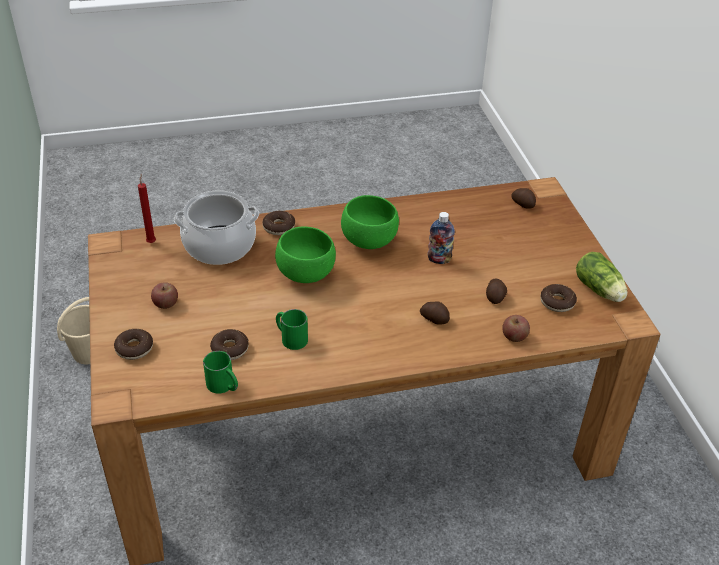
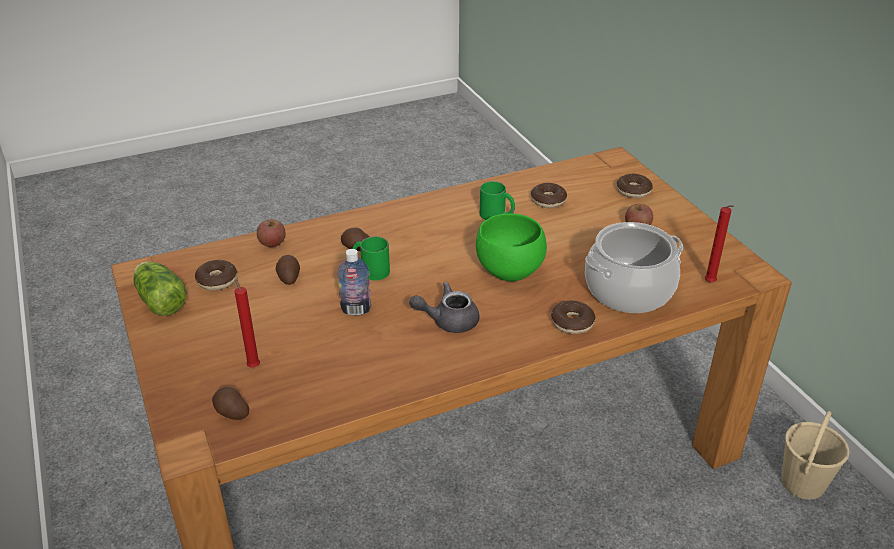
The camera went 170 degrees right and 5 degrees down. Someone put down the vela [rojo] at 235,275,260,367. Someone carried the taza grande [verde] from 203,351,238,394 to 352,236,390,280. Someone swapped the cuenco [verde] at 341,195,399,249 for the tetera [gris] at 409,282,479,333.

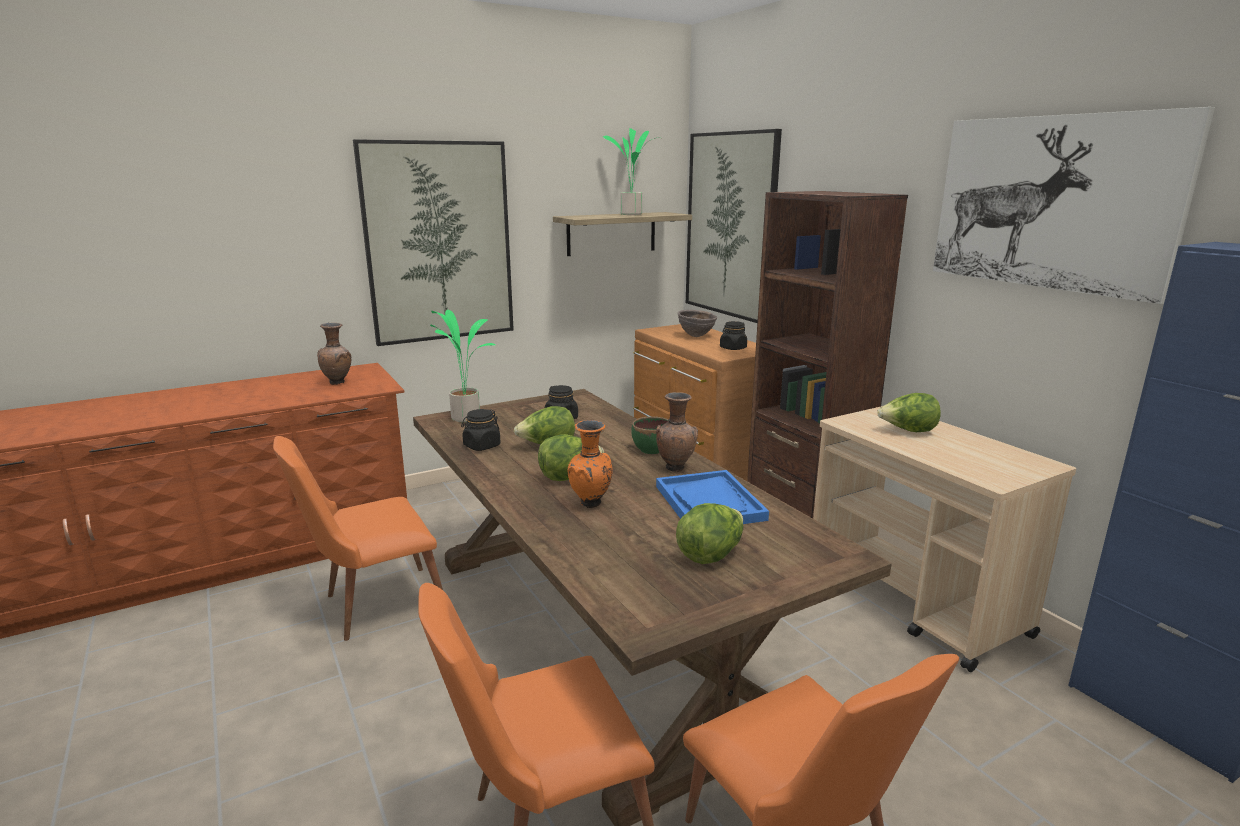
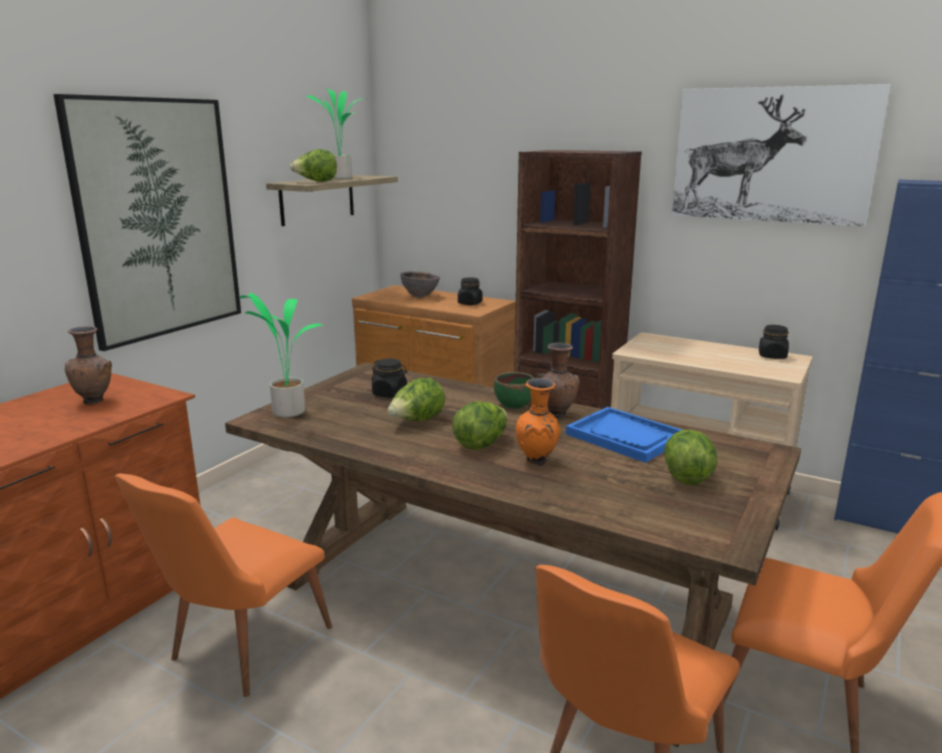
The camera went 30 degrees left and 0 degrees up. Someone took away the cuadro at 686,129,782,323. Someone carried the tarro [negro] from 461,409,501,451 to 759,325,789,359. Someone carried the lechuga from 877,393,941,432 to 290,149,337,182.

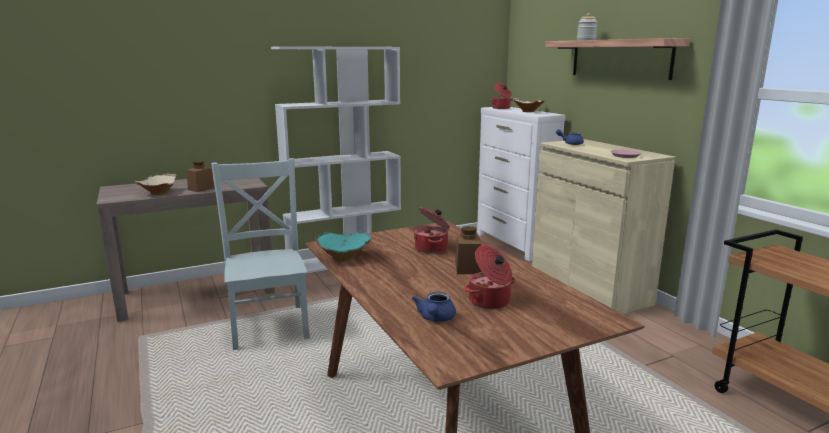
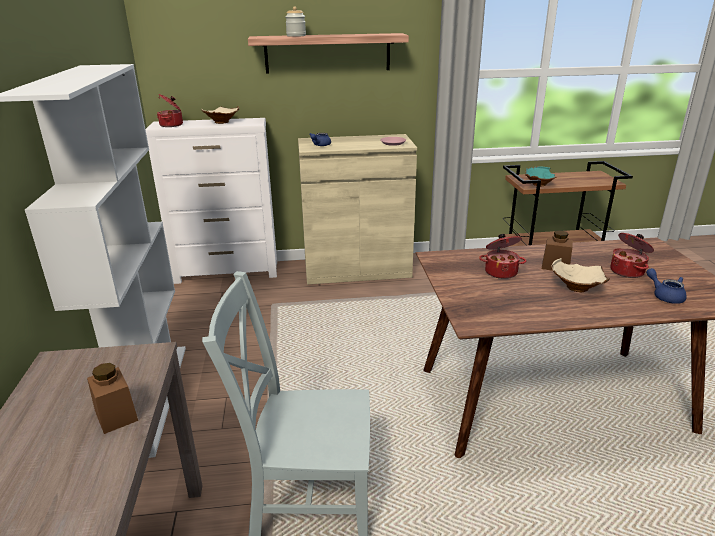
The camera went 70 degrees left and 10 degrees up. Someone carried the cuenco [beis] from 135,174,177,195 to 552,258,610,292. Someone carried the cuenco [turquesa] from 315,231,371,262 to 525,166,557,186. Someone rotated the tetera [azul] at 412,292,456,322 by 150 degrees counterclockwise.

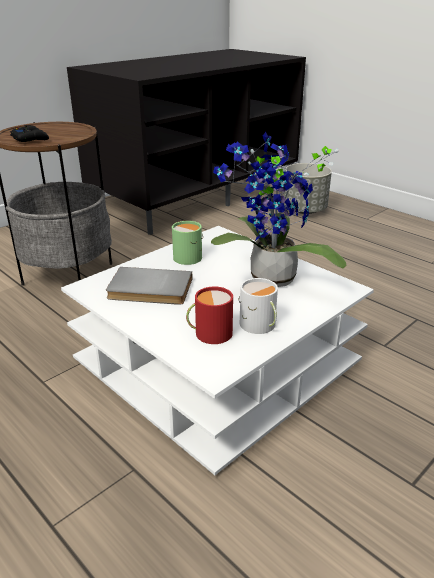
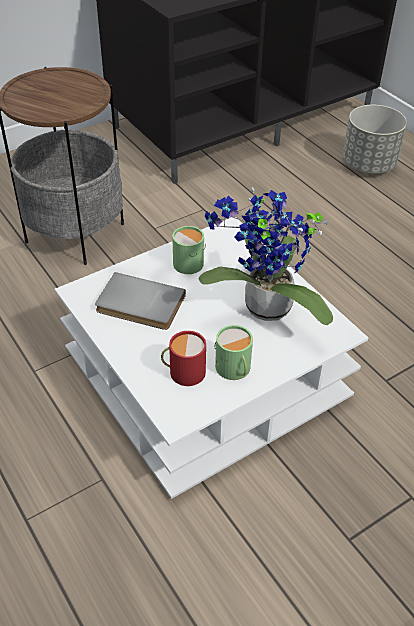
The camera went 10 degrees right and 15 degrees up. Someone took away the mando de consola [negro] at 10,125,49,142. Someone repainted the taza grande [blanco] at 239,278,278,334, which became the taza grande [verde] at 215,325,253,380.

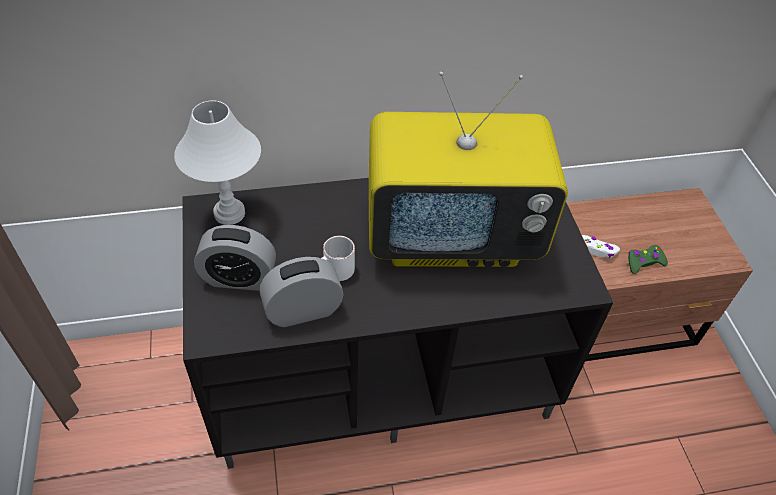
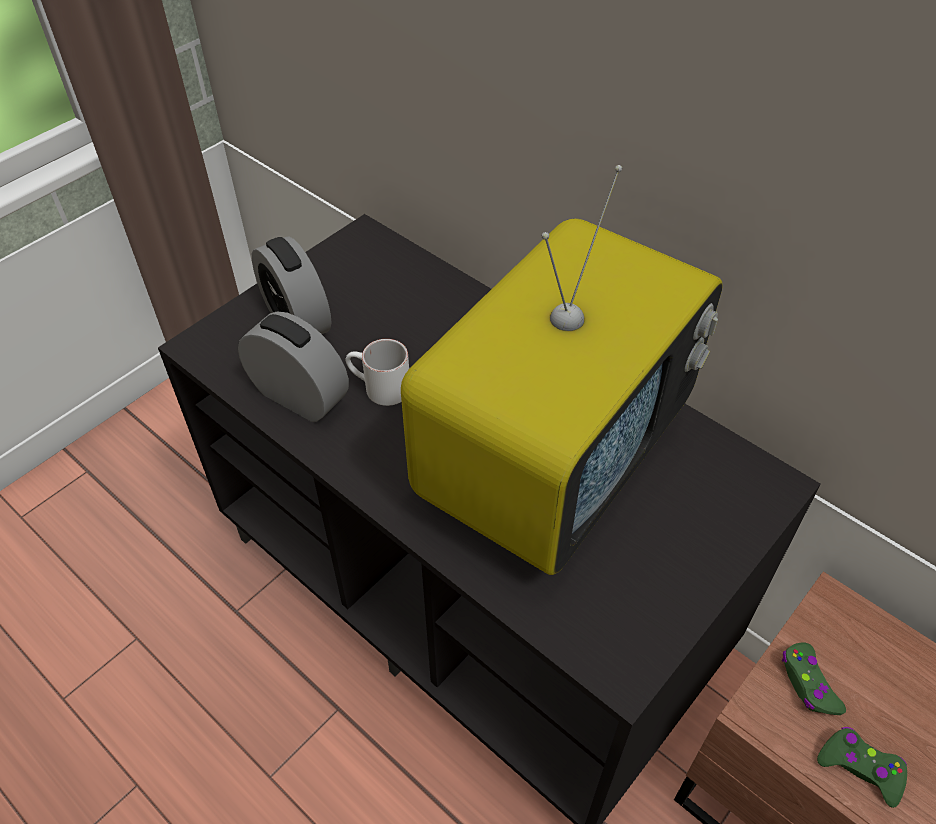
The camera went 55 degrees right and 0 degrees up. Someone took away the lámpara de mesa [blanco] at 174,100,261,225. Someone repainted the mando de consola [blanco] at 582,235,620,258, which became the mando de consola [verde] at 782,642,846,715. Someone rotated the televisor at 368,71,568,267 by 105 degrees counterclockwise.

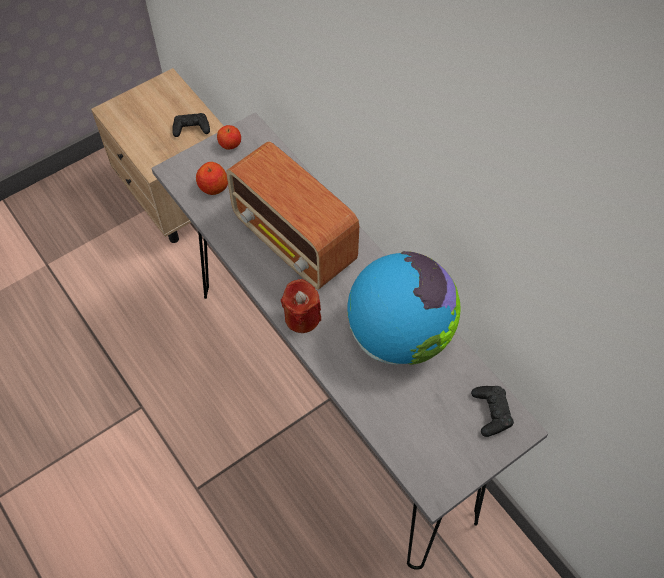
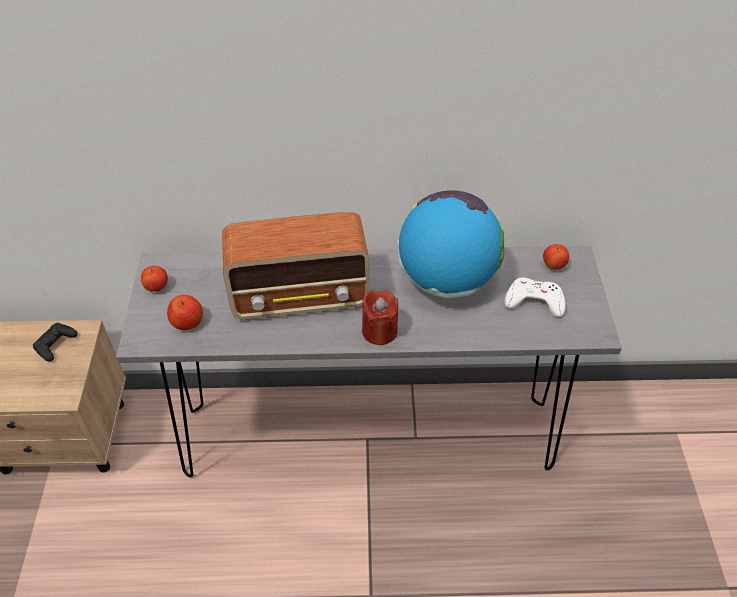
The camera went 55 degrees left and 10 degrees down. Someone put down the mando de consola [blanco] at 504,278,566,317. Someone swapped the mando de consola [negro] at 471,386,514,437 for the manzana at 543,244,569,269.

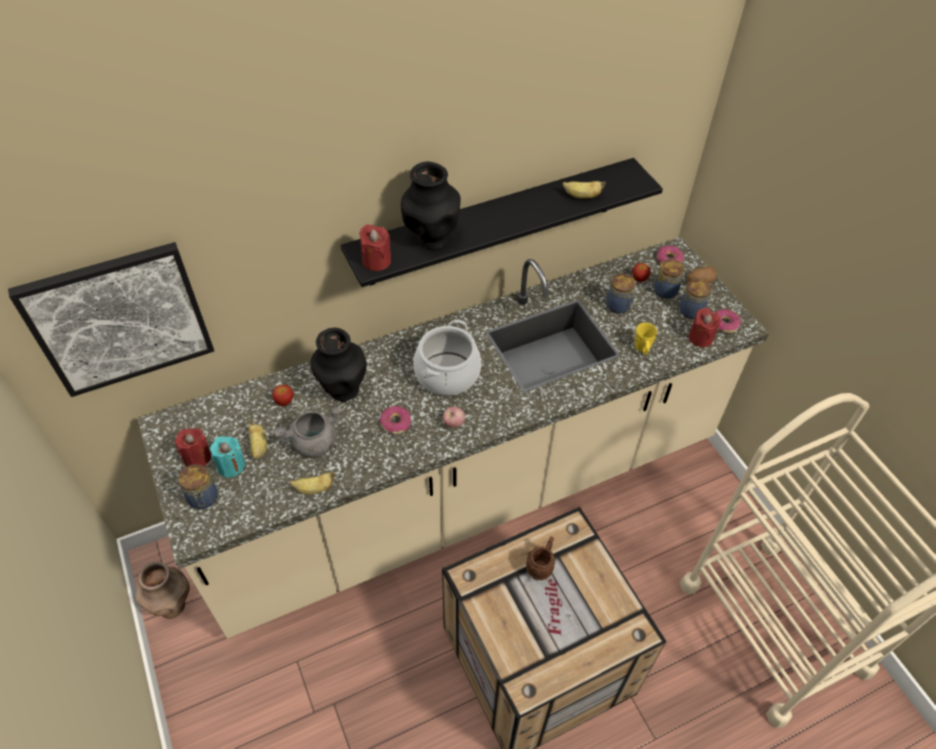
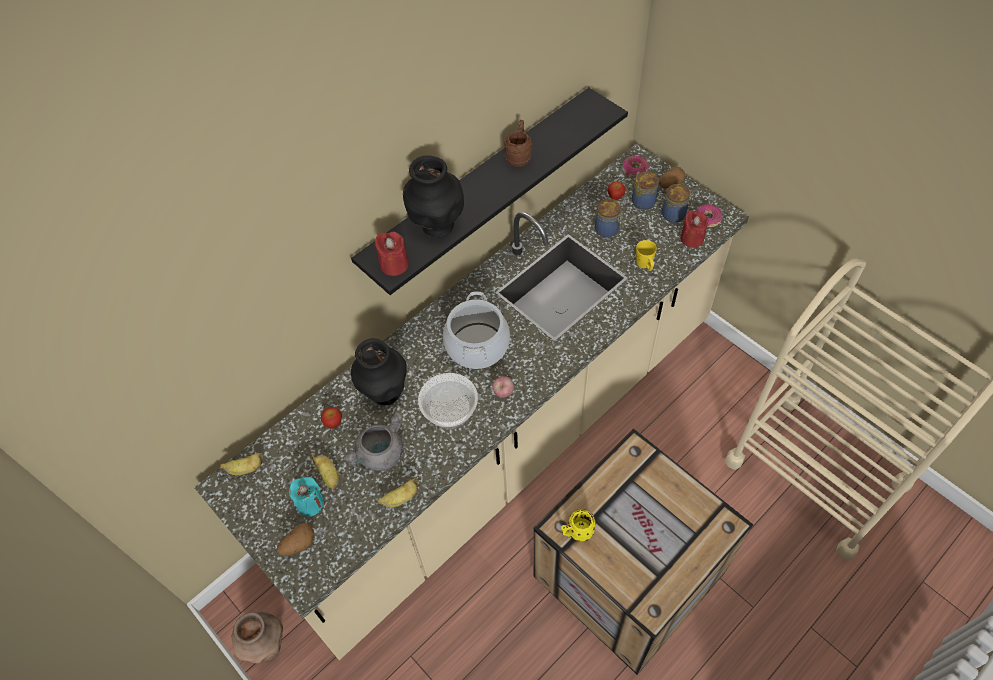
The camera went 15 degrees left and 5 degrees up. Someone took away the cuadro at 8,242,214,397. Someone took away the vela [rojo] at 175,429,211,467. Someone put down the taza grande [amarillo] at 561,509,596,541. Someone carried the taza grande [marrón] from 526,536,556,580 to 504,120,532,167. Someone carried the plátano from 562,181,606,199 to 220,453,264,475. Someone swapped the tarro at 178,464,218,509 for the patata at 277,523,314,556. Someone swapped the rosquilla at 380,406,411,434 for the cuenco at 418,373,478,429.

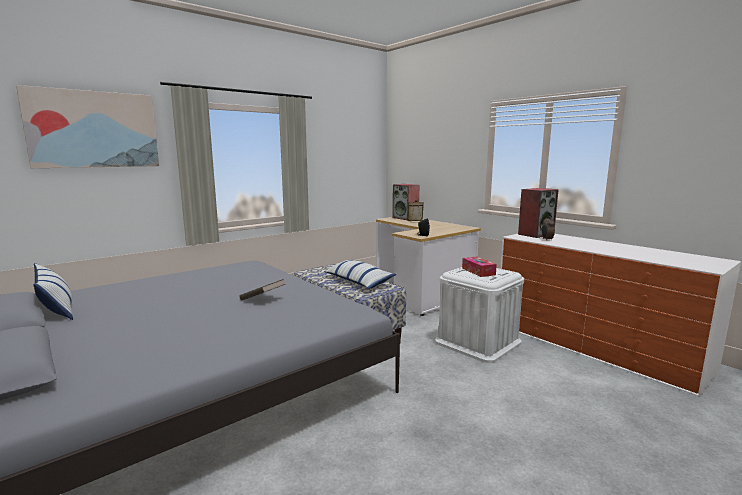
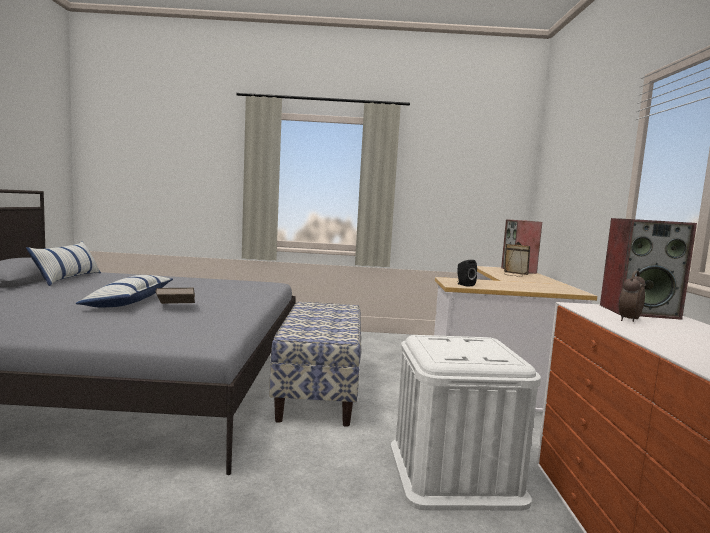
The camera went 40 degrees right and 5 degrees down. Someone took away the cuadro at 16,85,159,168. Someone took away the caja de pañuelos at 462,257,497,277. Someone carried the cojín from 324,260,396,289 to 76,275,173,307.

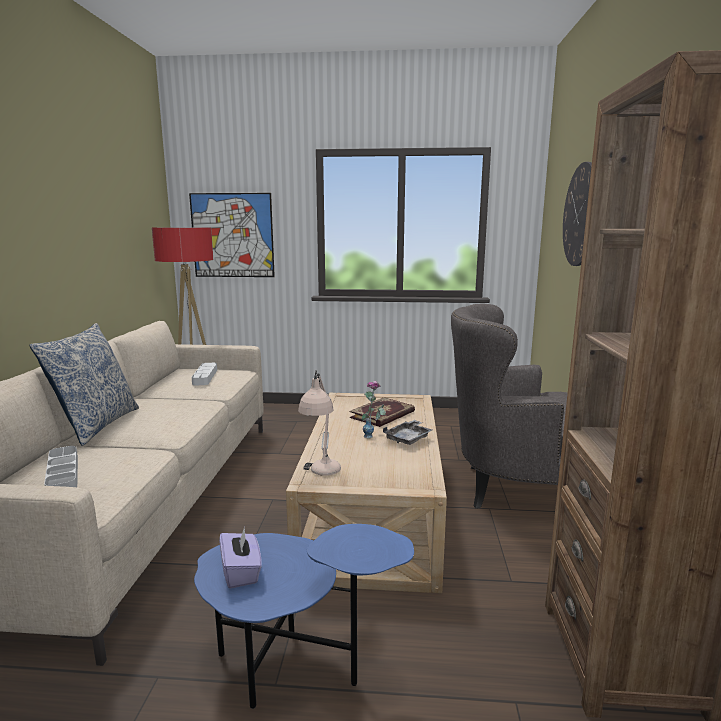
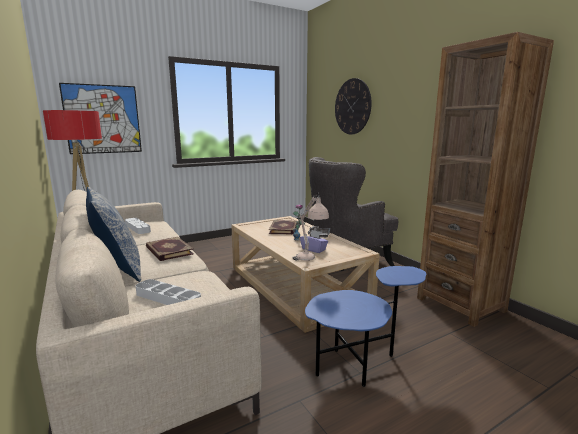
The camera went 35 degrees left and 0 degrees up. Someone put down the libro at 146,237,194,261. Someone carried the caja de pañuelos [morado] from 219,526,262,589 to 300,230,328,253.

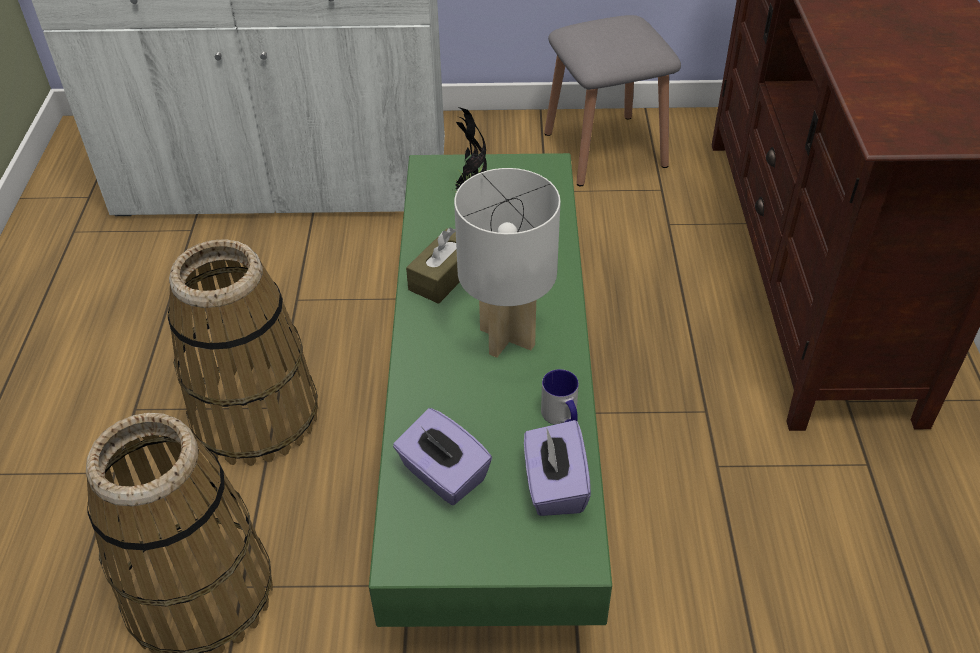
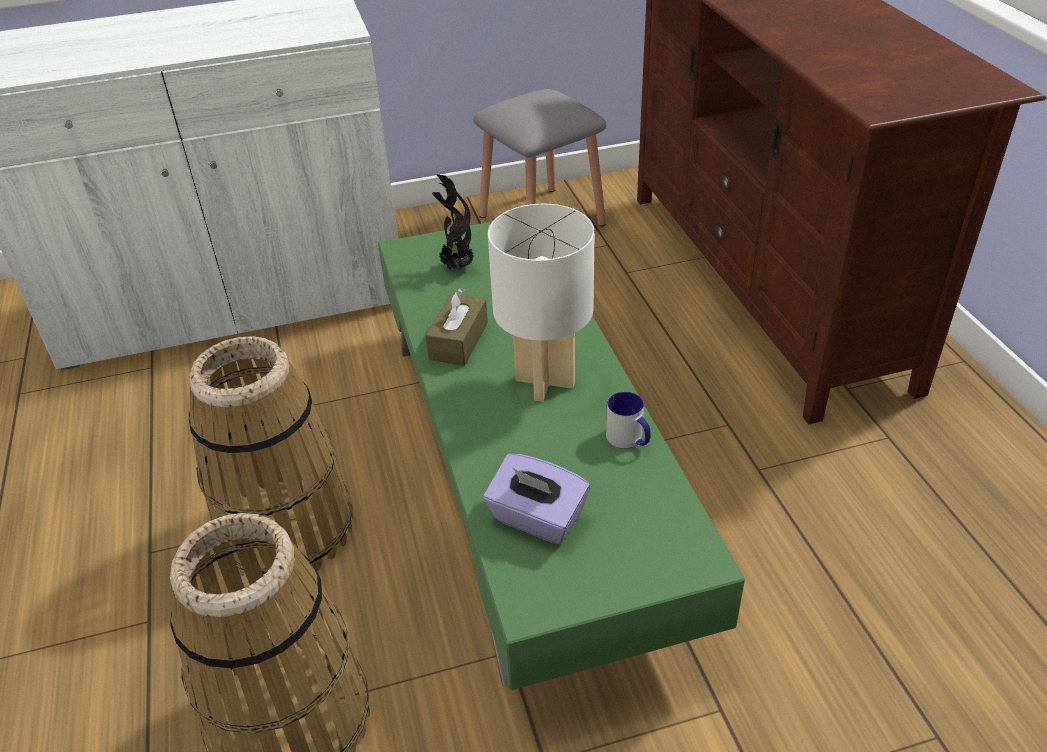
The camera went 15 degrees left and 5 degrees down. Someone took away the caja de pañuelos [morado] at 524,420,591,516.

